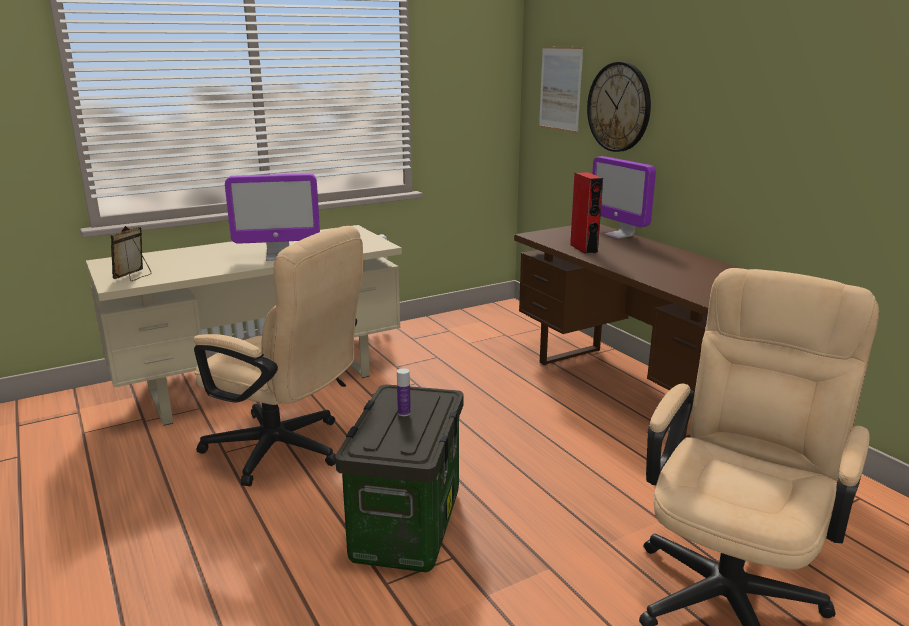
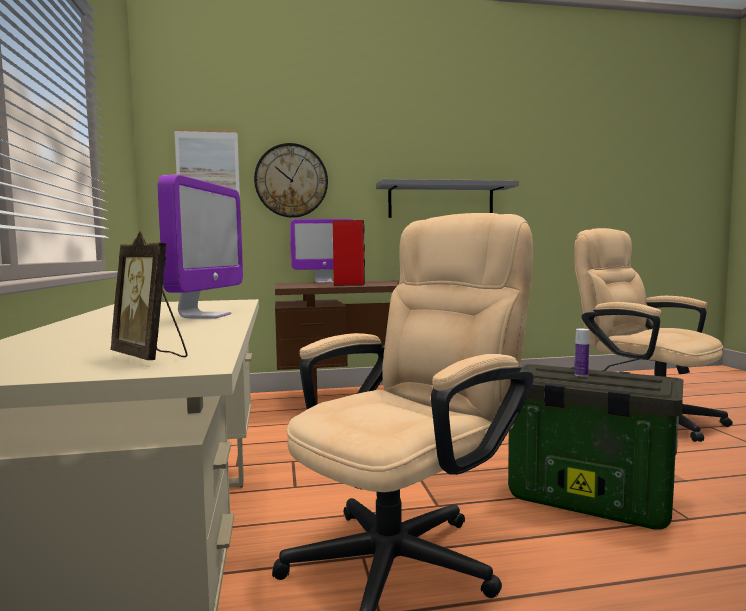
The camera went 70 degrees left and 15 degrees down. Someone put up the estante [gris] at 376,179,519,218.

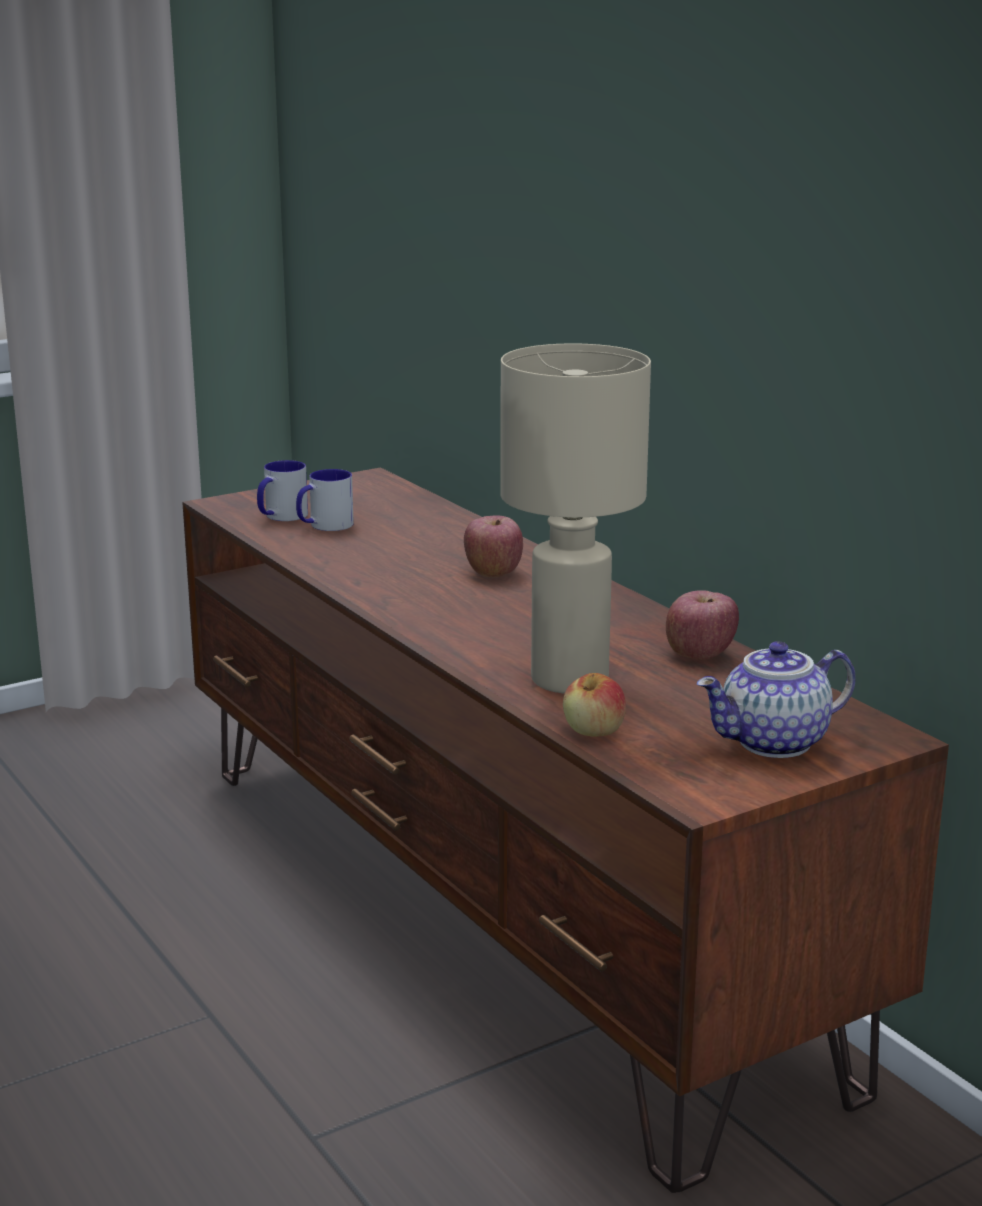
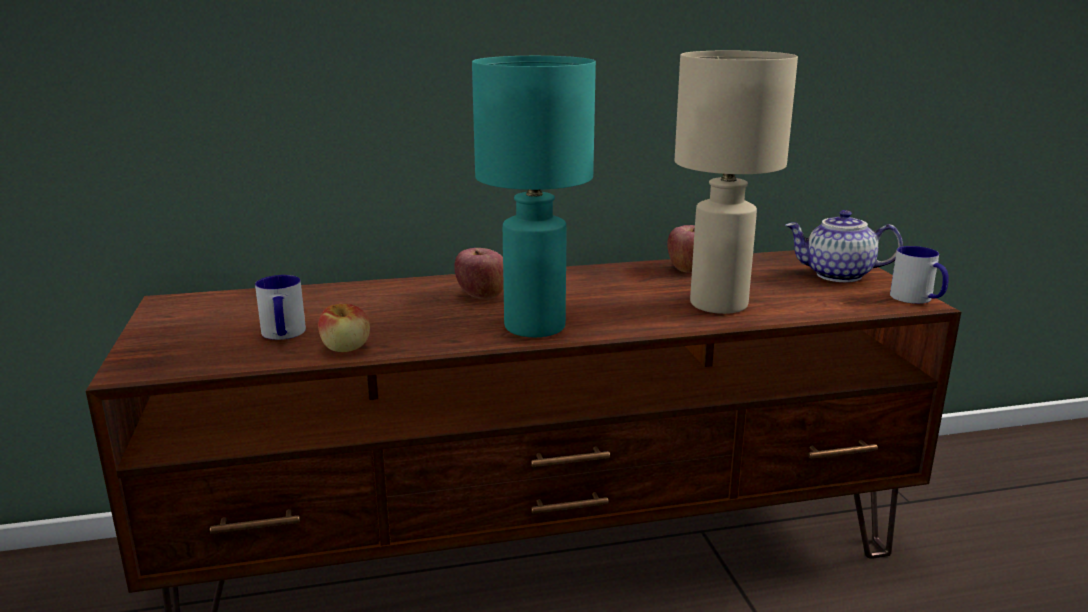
The camera went 70 degrees left and 0 degrees up. Someone put down the lámpara de mesa [turquesa] at 472,56,596,337. Someone carried the taza grande from 257,460,308,521 to 890,246,949,304. Someone carried the manzana from 563,673,626,737 to 318,304,370,352. Someone rotated the tetera at 697,641,856,758 by 105 degrees clockwise.

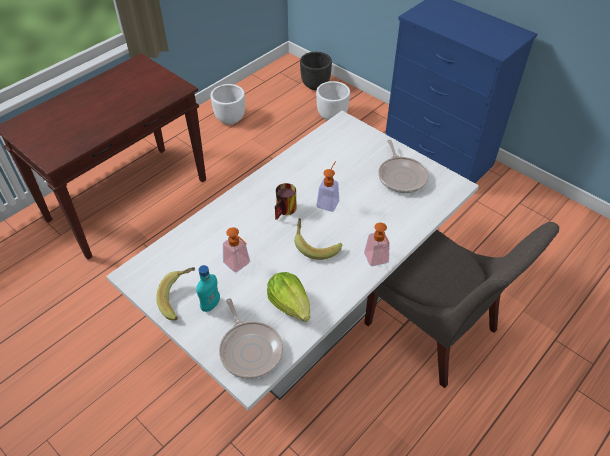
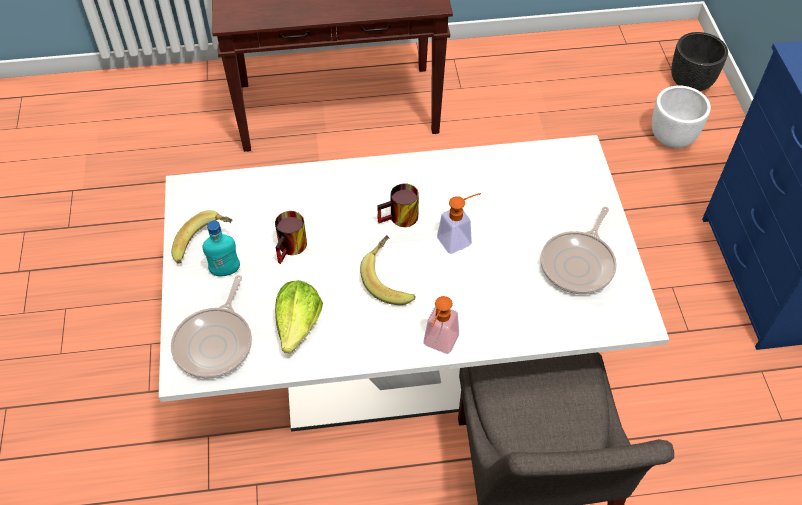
The camera went 40 degrees right and 5 degrees up. Someone took away the maceta [blanco] at 210,84,245,125. Someone swapped the dispensador de jabón at 223,227,250,273 for the taza grande at 275,211,307,264.

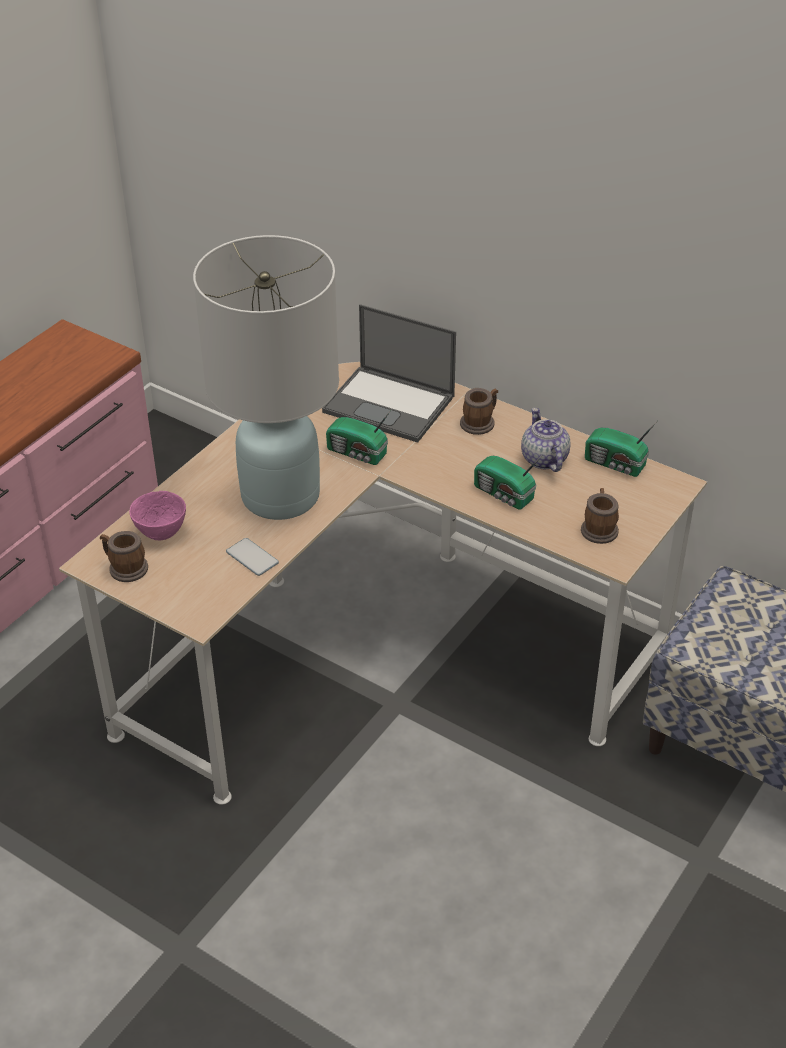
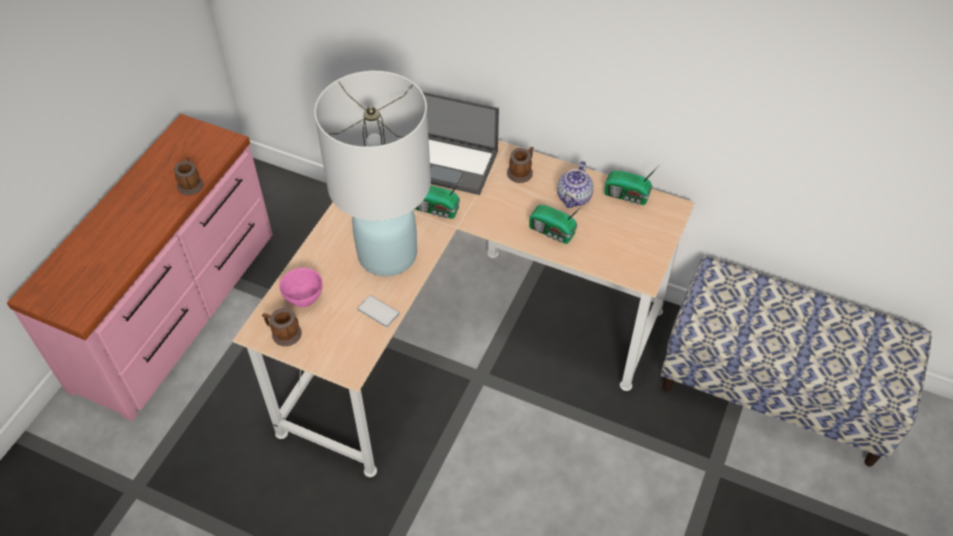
The camera went 10 degrees left and 10 degrees up. Someone carried the taza grande from 581,488,619,544 to 174,157,203,195. Someone rotated the tetera at 521,408,571,472 by 135 degrees counterclockwise.

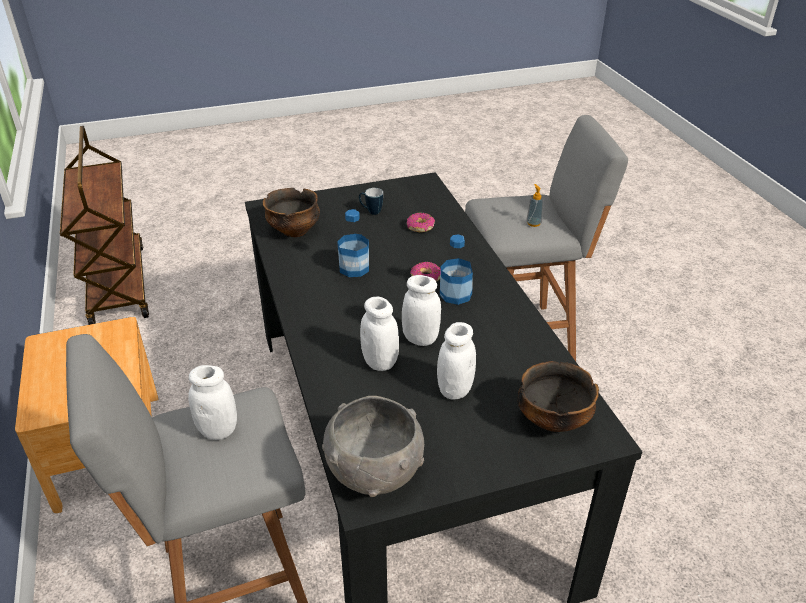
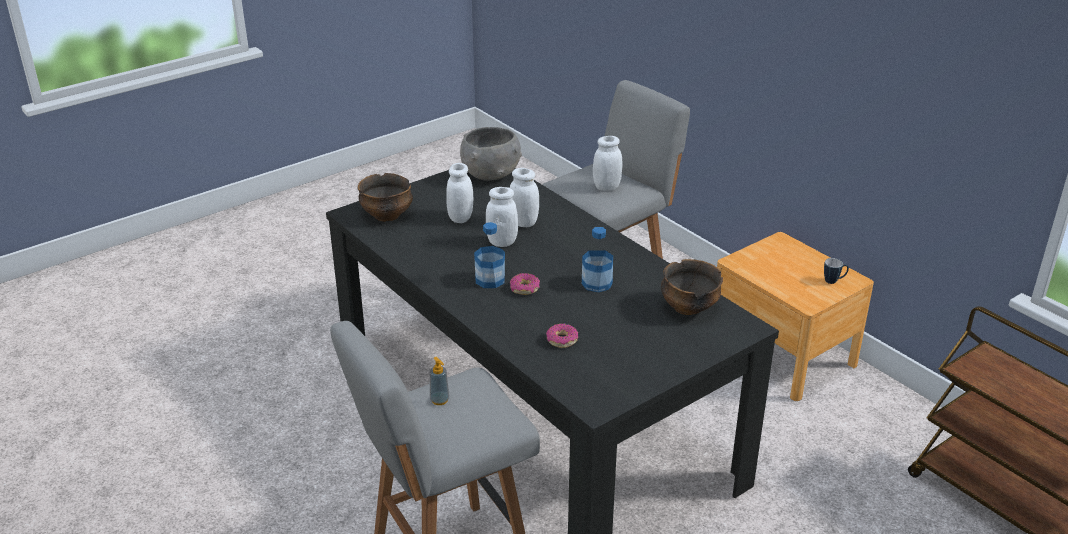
The camera went 160 degrees right and 5 degrees down. Someone carried the taza grande from 359,188,383,215 to 824,258,849,284.

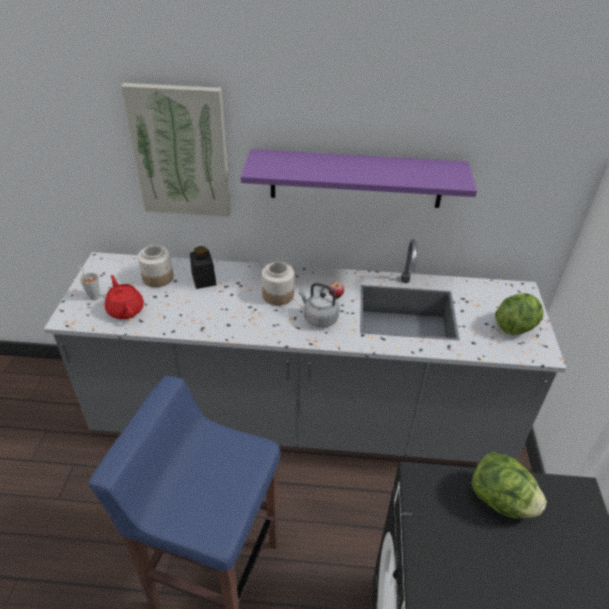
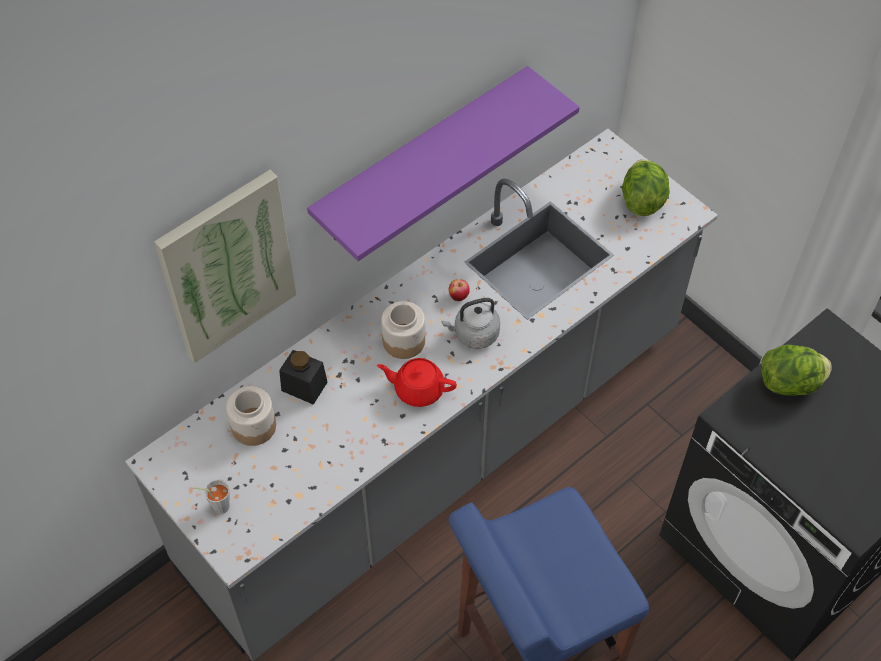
The camera went 45 degrees left and 15 degrees up. Someone carried the tetera [rojo] from 104,275,144,319 to 377,358,457,407.

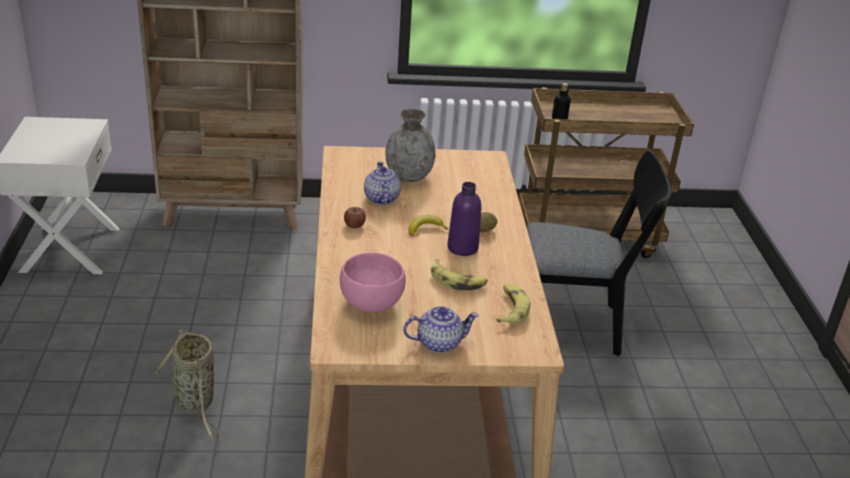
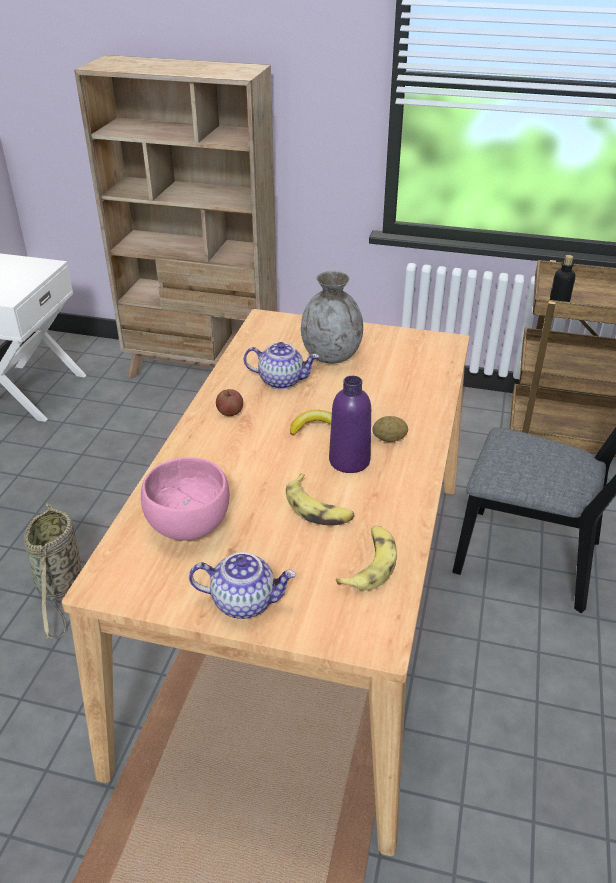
The camera went 20 degrees right and 5 degrees up. Someone rotated the tetera at 364,161,401,205 by 90 degrees clockwise.

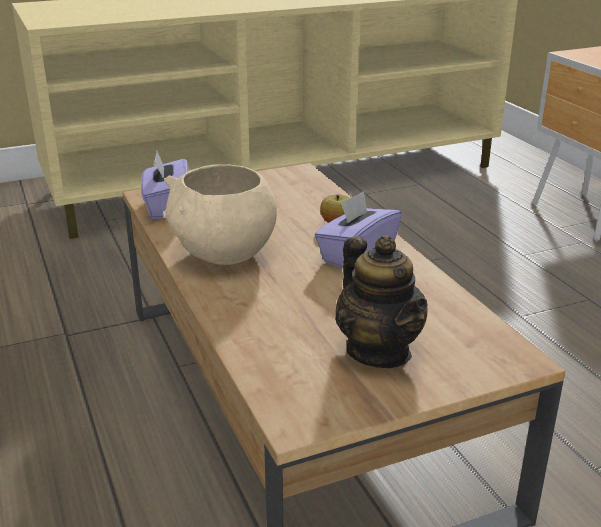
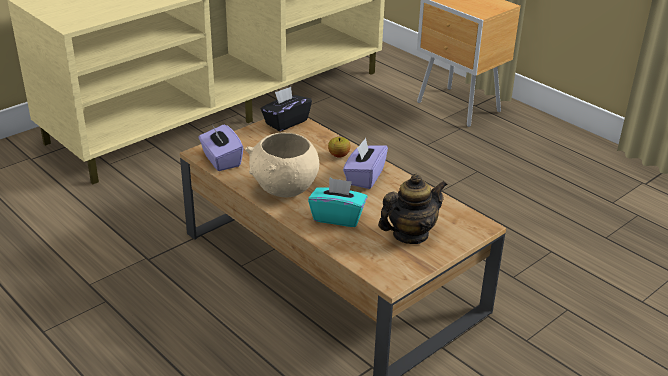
The camera went 20 degrees left and 5 degrees up. Someone put down the caja de pañuelos [negro] at 261,87,312,131. Someone put down the caja de pañuelos [turquesa] at 308,177,367,227. Someone rotated the tetera at 335,235,428,368 by 75 degrees counterclockwise.

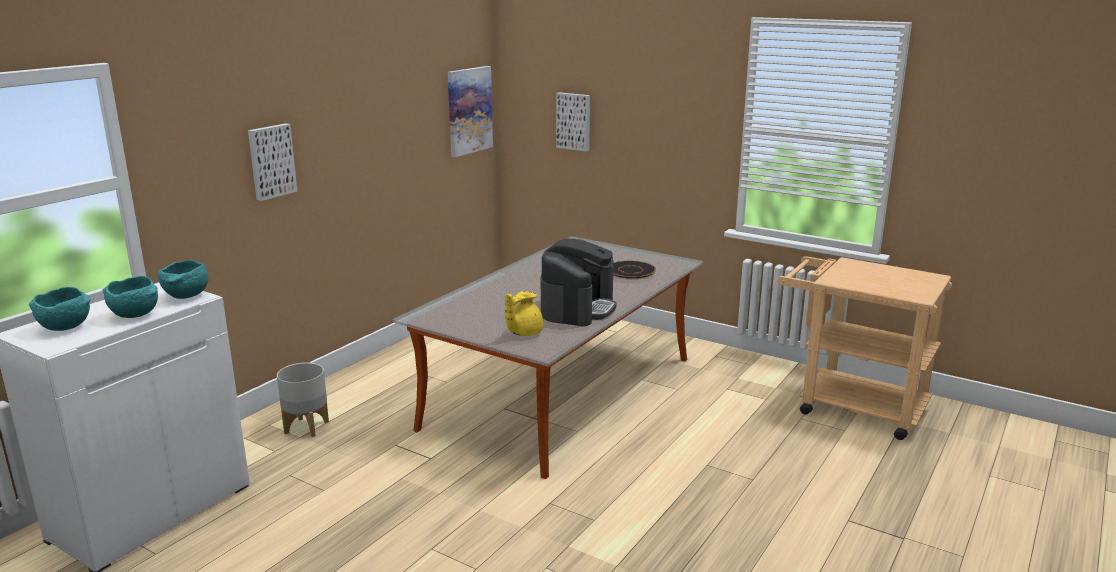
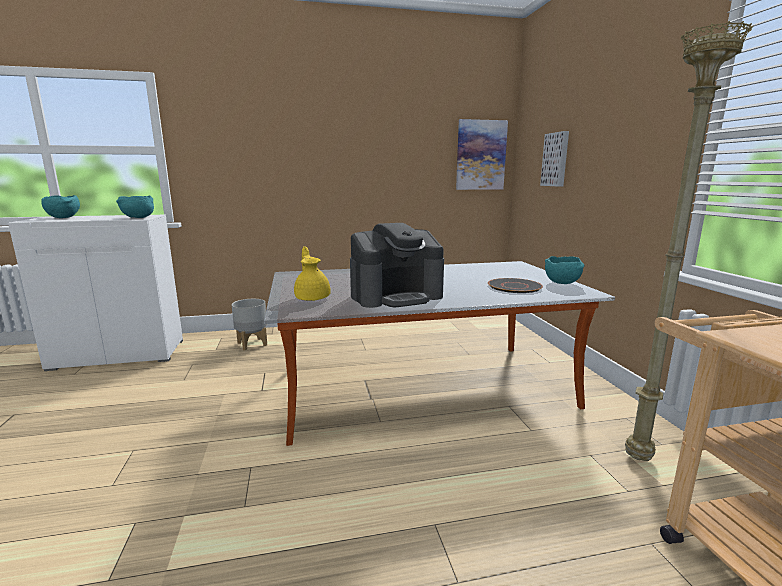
The camera went 45 degrees right and 5 degrees down. Someone took away the cuadro at 248,123,297,201. Someone put down the lámpara de pie [beis] at 625,21,753,461. Someone carried the cuenco [turquesa] from 102,276,158,318 to 545,256,584,284. Someone rotated the tetera [amarillo] at 505,291,543,336 by 75 degrees clockwise.

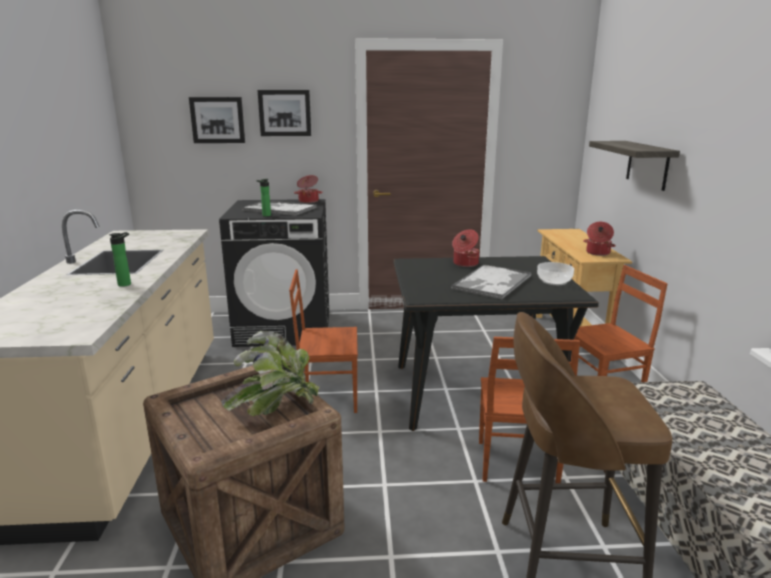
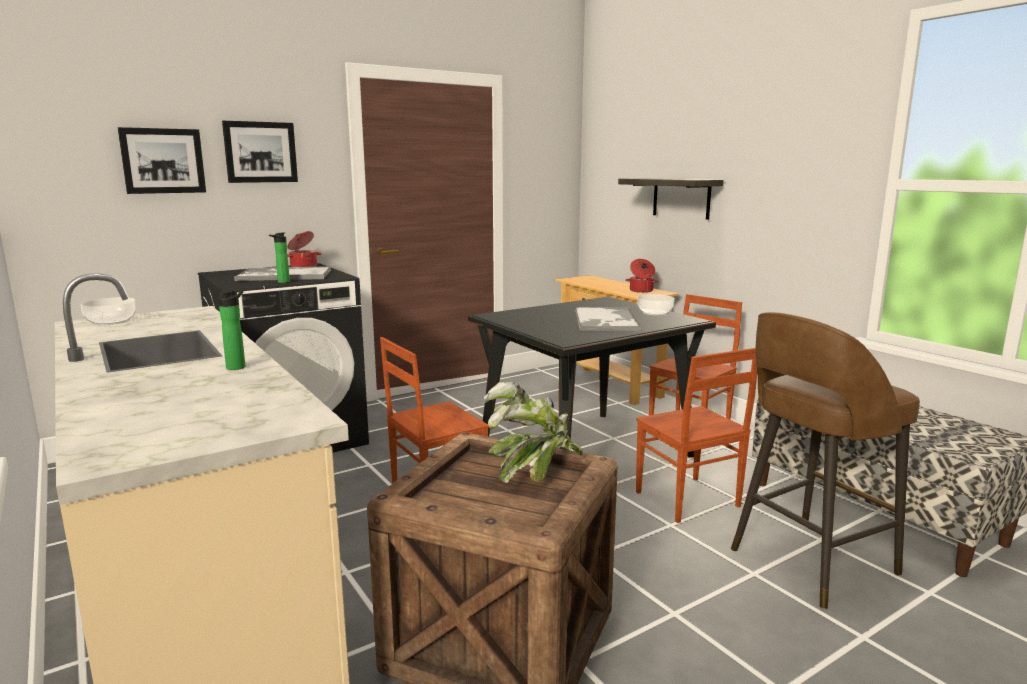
The camera went 30 degrees left and 5 degrees down. Someone took away the olla at 452,229,479,267. Someone put down the cuenco at 81,297,136,325.

